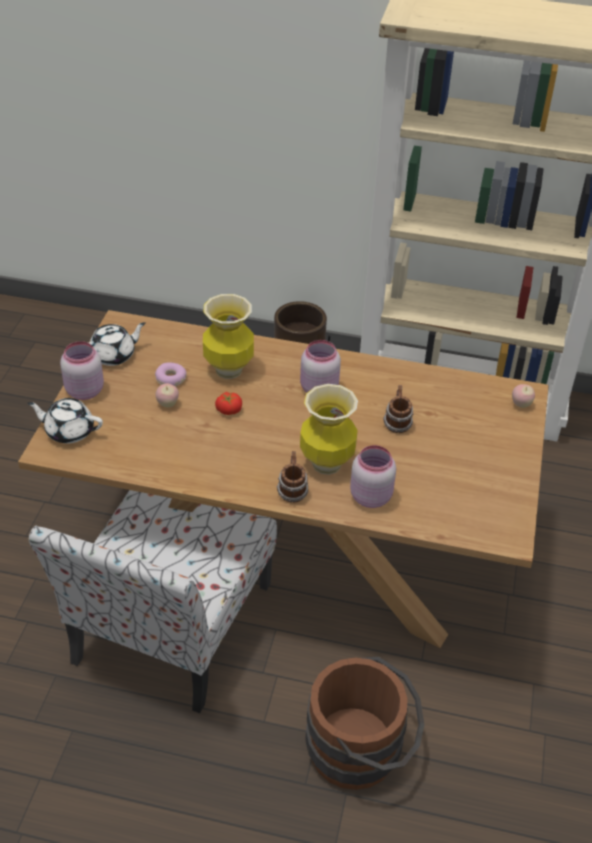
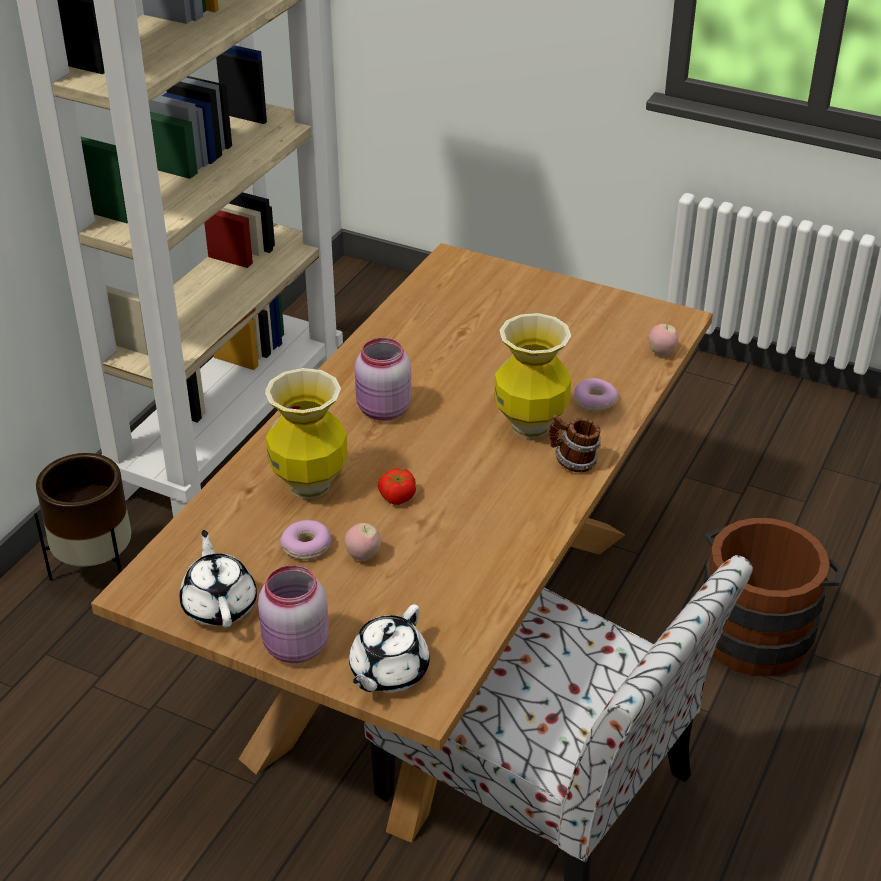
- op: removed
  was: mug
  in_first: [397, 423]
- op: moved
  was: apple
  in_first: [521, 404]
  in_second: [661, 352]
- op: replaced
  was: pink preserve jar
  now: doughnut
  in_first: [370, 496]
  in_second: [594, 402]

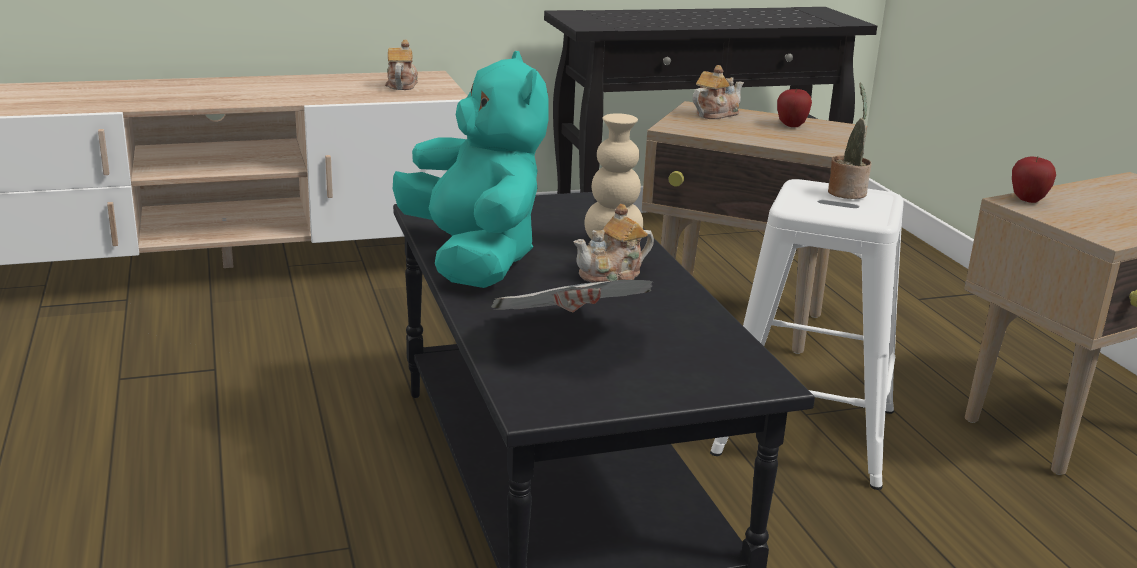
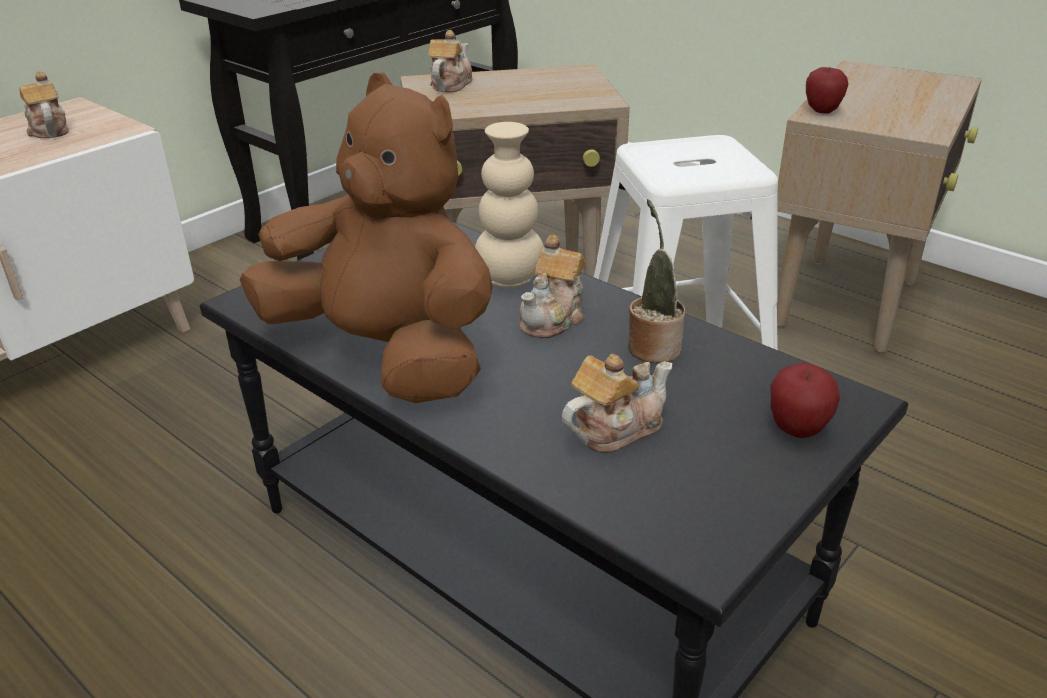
- op: moved
  was: apple
  in_first: [791, 125]
  in_second: [797, 430]
- op: moved
  was: potted plant
  in_first: [847, 192]
  in_second: [652, 346]
- op: replaced
  was: daily paper
  now: tea pot
  in_first: [568, 337]
  in_second: [615, 428]
- op: recoloured
  was: turquoise-coloured soft toy
  now: brown soft toy
  in_first: [474, 259]
  in_second: [387, 354]

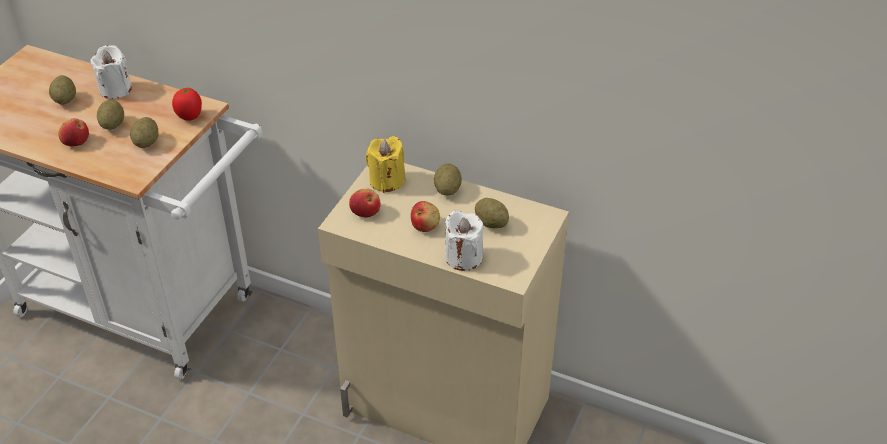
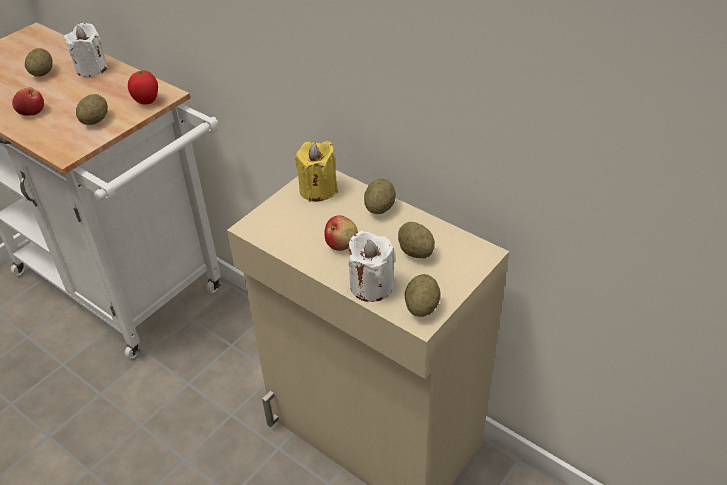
- op: removed
  was: apple
  in_first: [365, 211]
- op: moved
  was: whole potato
  in_first: [113, 125]
  in_second: [421, 307]

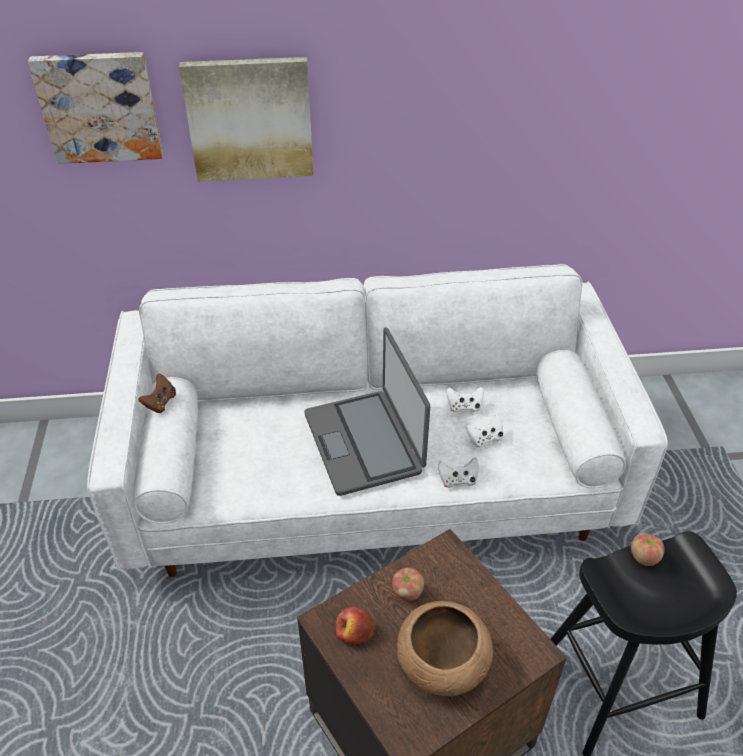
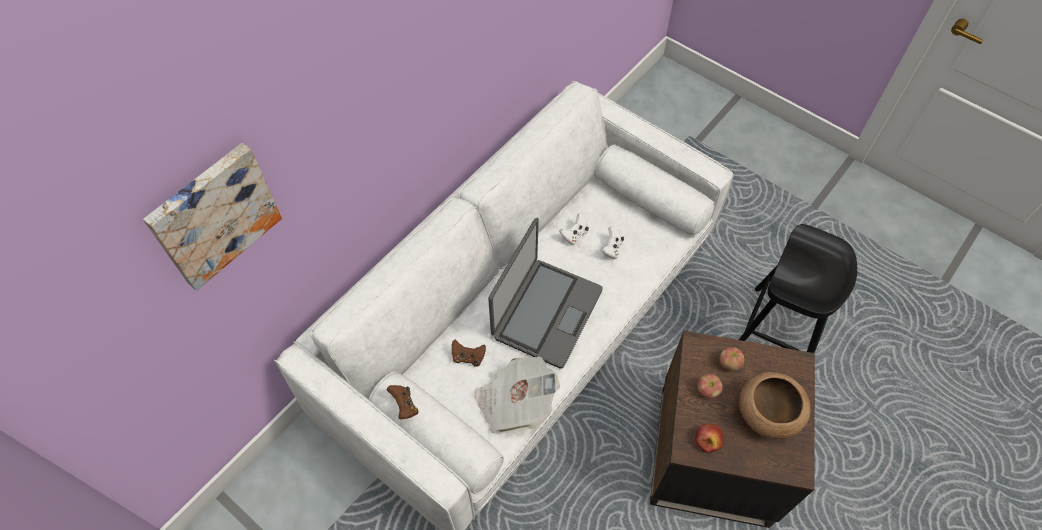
- op: removed
  was: wall art
  in_first: [250, 119]
- op: removed
  was: whitish gamepad
  in_first: [458, 480]
- op: added
  now: brown gamepad
  in_second: [468, 357]
- op: added
  now: daily paper
  in_second: [515, 403]
- op: moved
  was: apple
  in_first: [643, 557]
  in_second: [729, 364]
- op: turned
  was: laptop
  in_first: [364, 442]
  in_second: [546, 313]
  clockwise: -90

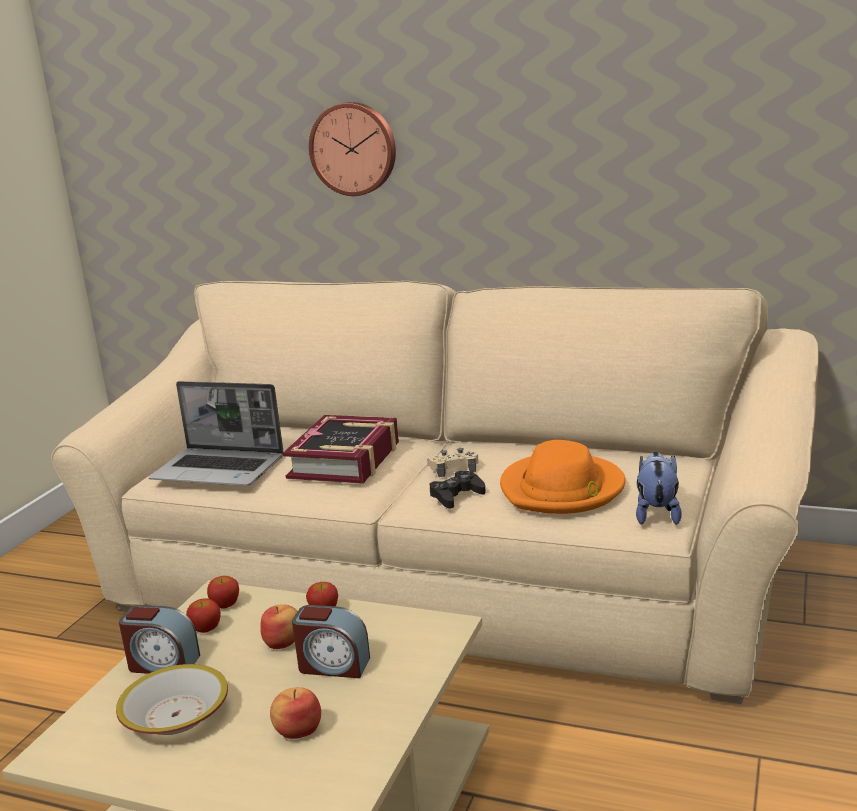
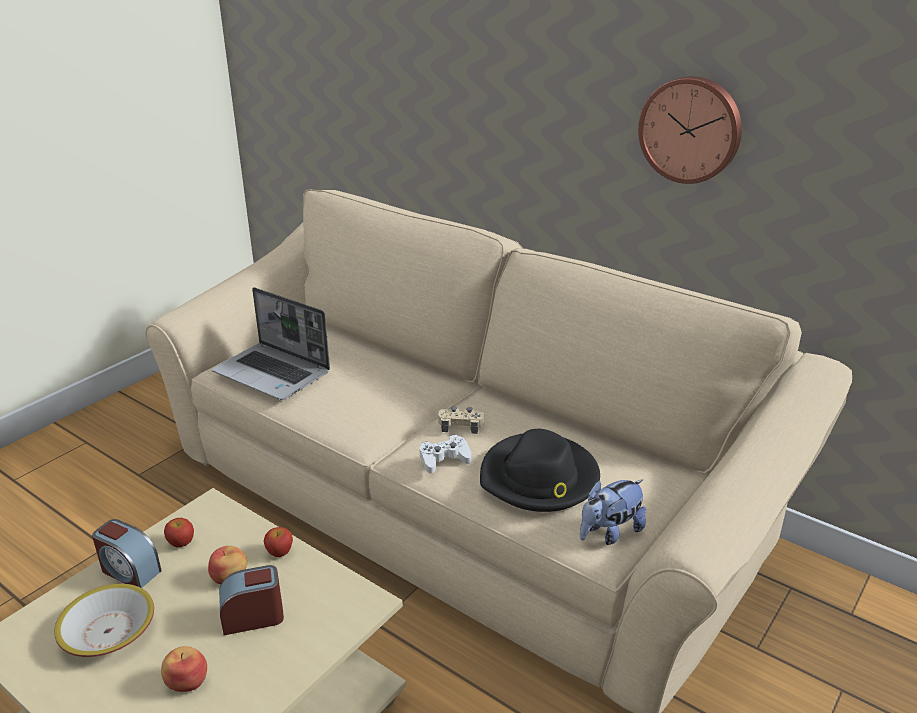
- op: removed
  was: apple
  in_first: [225, 605]
- op: removed
  was: volume
  in_first: [345, 460]
- op: moved
  was: hanging clock
  in_first: [354, 148]
  in_second: [691, 129]
- op: recoloured
  was: blackish gamepad
  now: whitish gamepad
  in_first: [456, 496]
  in_second: [444, 459]
- op: recoloured
  was: orangey clothing hat
  now: blackish clothing hat
  in_first: [562, 489]
  in_second: [539, 478]
- op: turned
  was: alarm clock
  in_first: [333, 665]
  in_second: [253, 617]
  clockwise: 135
- op: turned
  was: soft toy
  in_first: [657, 513]
  in_second: [609, 532]
  clockwise: -150

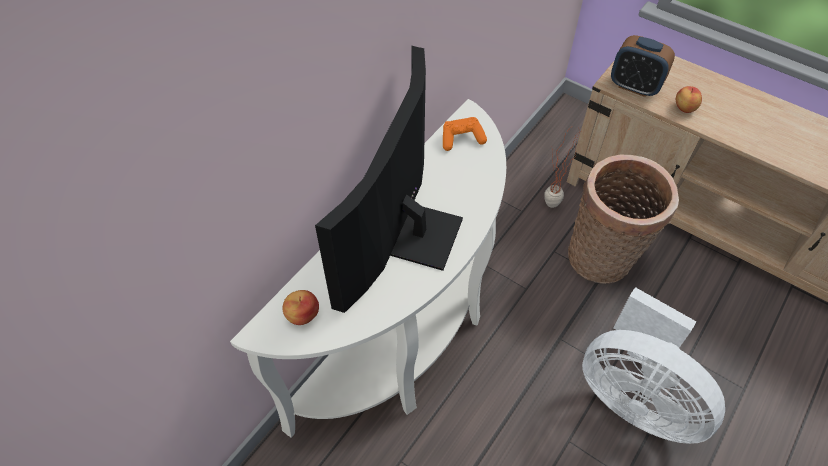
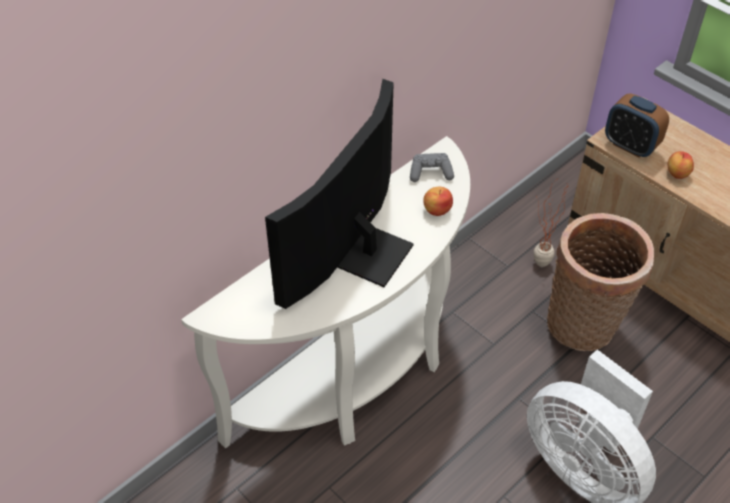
- op: moved
  was: apple
  in_first: [302, 314]
  in_second: [437, 209]
- op: recoloured
  was: orangey gamepad
  now: greyish gamepad
  in_first: [461, 139]
  in_second: [430, 173]

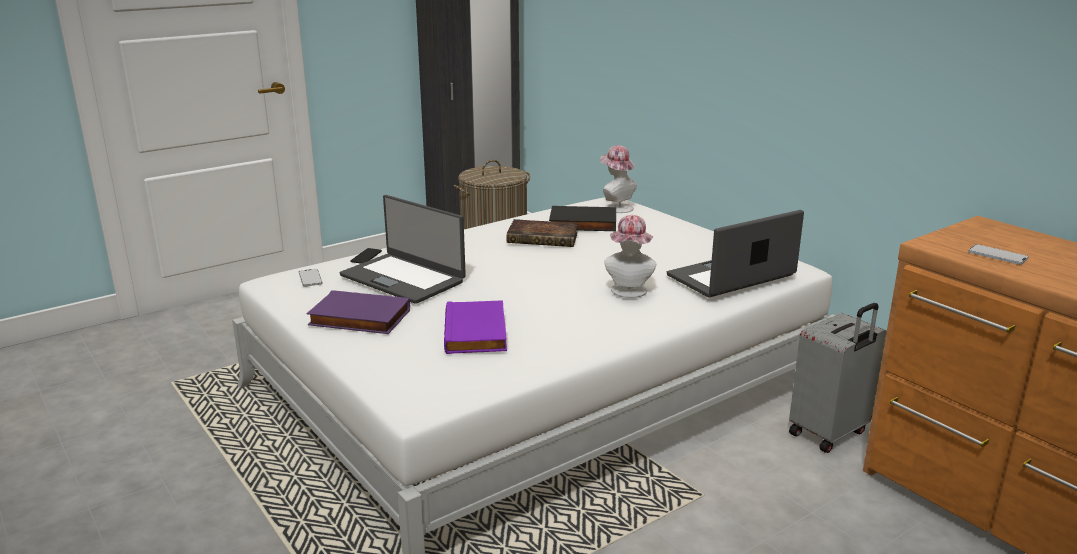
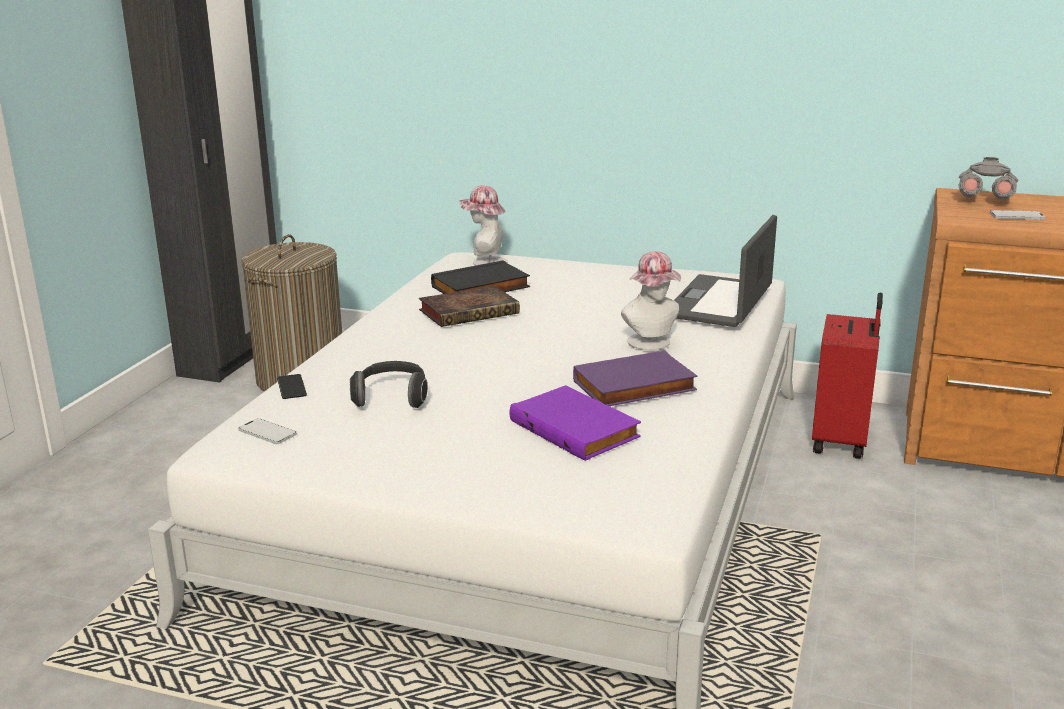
- op: added
  now: greyish binoculars
  in_second: [983, 201]
- op: moved
  was: purple volume
  in_first: [358, 319]
  in_second: [634, 387]
- op: replaced
  was: laptop
  now: pair of headphones
  in_first: [403, 278]
  in_second: [392, 397]
- op: recoloured
  was: greyish suitcase
  now: red-coloured suitcase
  in_first: [829, 433]
  in_second: [841, 441]

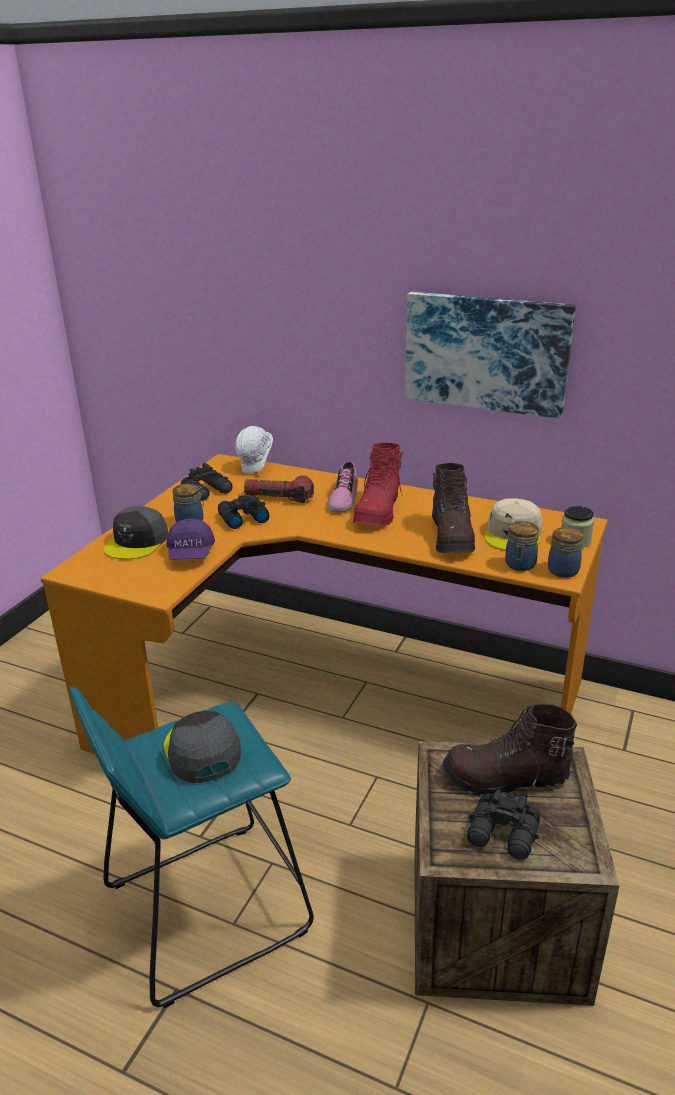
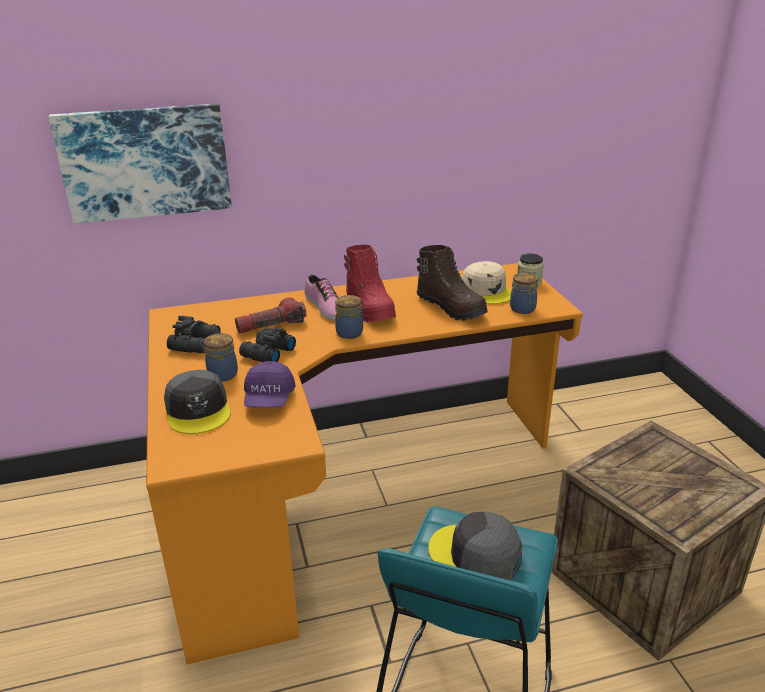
- op: removed
  was: whitish hard hat
  in_first: [257, 468]
- op: removed
  was: brown boot
  in_first: [505, 779]
- op: removed
  was: blackish binoculars
  in_first: [504, 835]
- op: moved
  was: wall art
  in_first: [486, 352]
  in_second: [145, 162]
- op: moved
  was: preserve jar
  in_first: [563, 570]
  in_second: [349, 332]
- op: turned
  was: purple baseball cap
  in_first: [191, 554]
  in_second: [269, 399]
  clockwise: 45

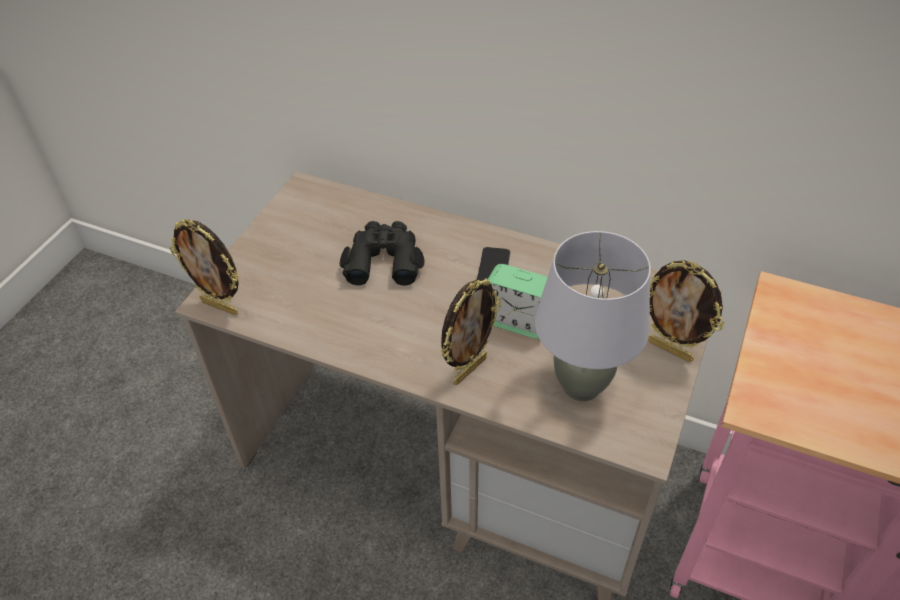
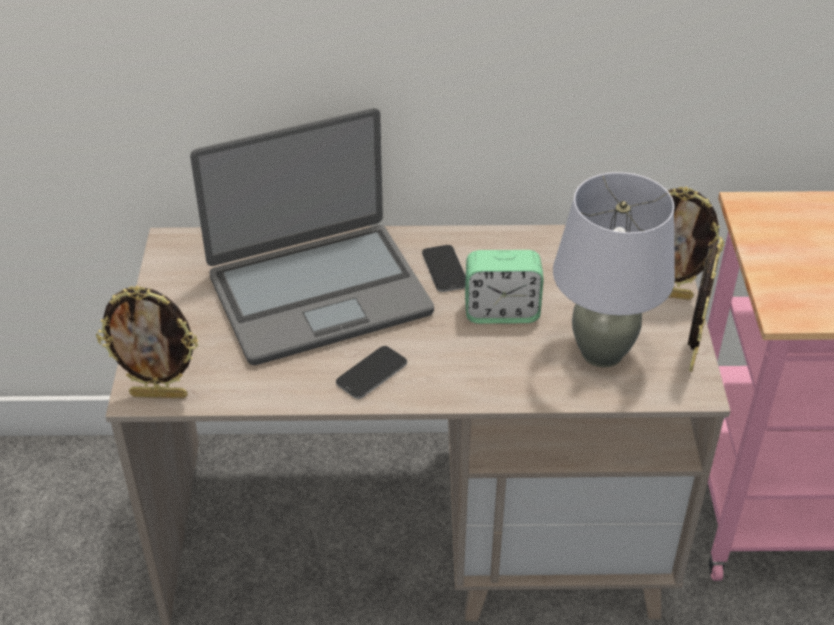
- op: added
  now: handset
  in_second: [371, 373]
- op: moved
  was: standing frame
  in_first: [469, 369]
  in_second: [692, 353]
- op: replaced
  was: blackish binoculars
  now: laptop
  in_first: [383, 259]
  in_second: [318, 293]

